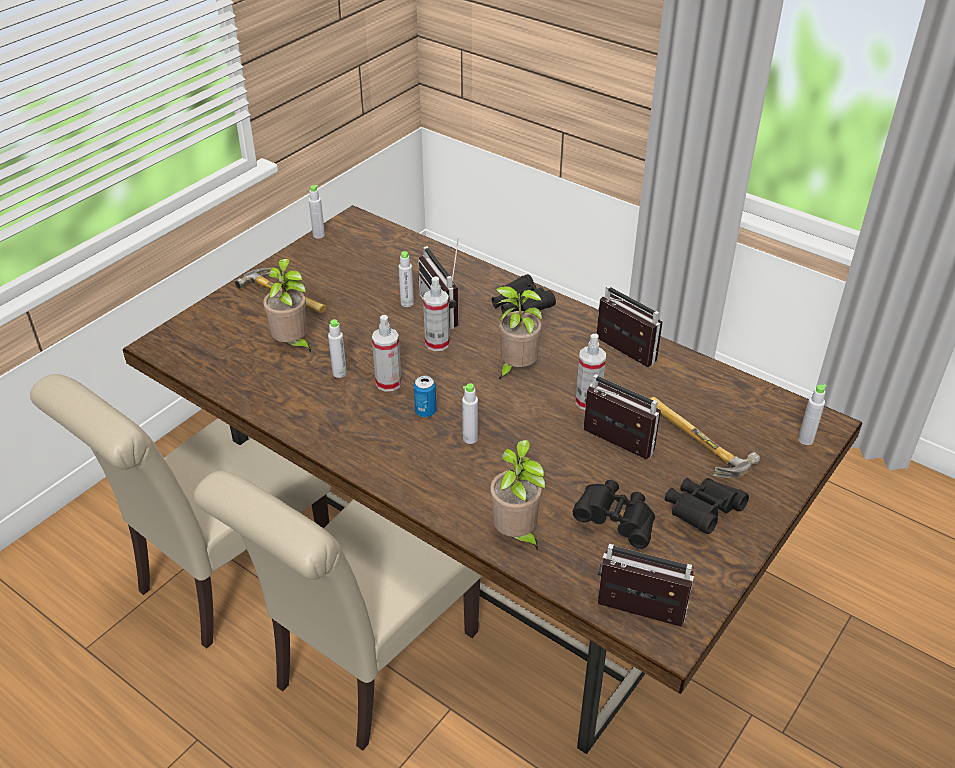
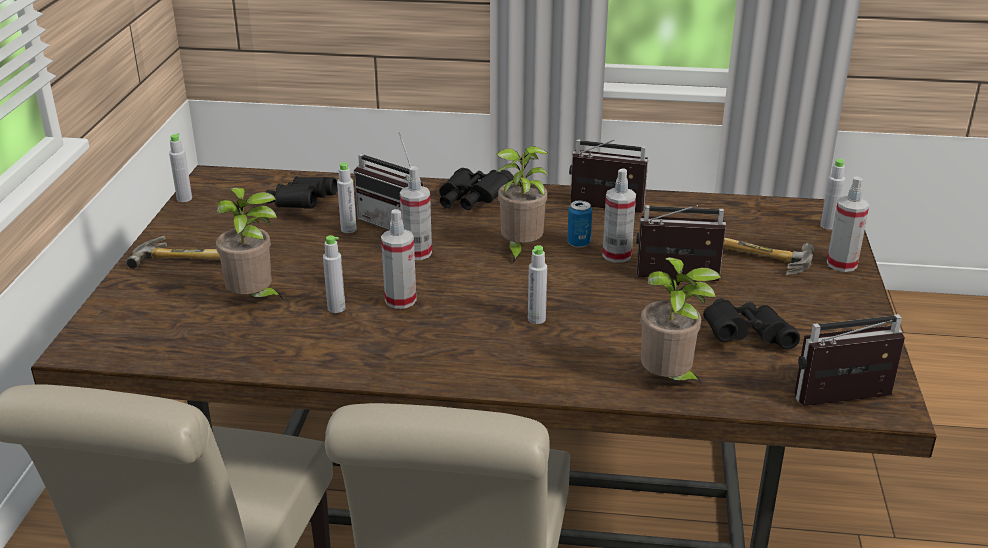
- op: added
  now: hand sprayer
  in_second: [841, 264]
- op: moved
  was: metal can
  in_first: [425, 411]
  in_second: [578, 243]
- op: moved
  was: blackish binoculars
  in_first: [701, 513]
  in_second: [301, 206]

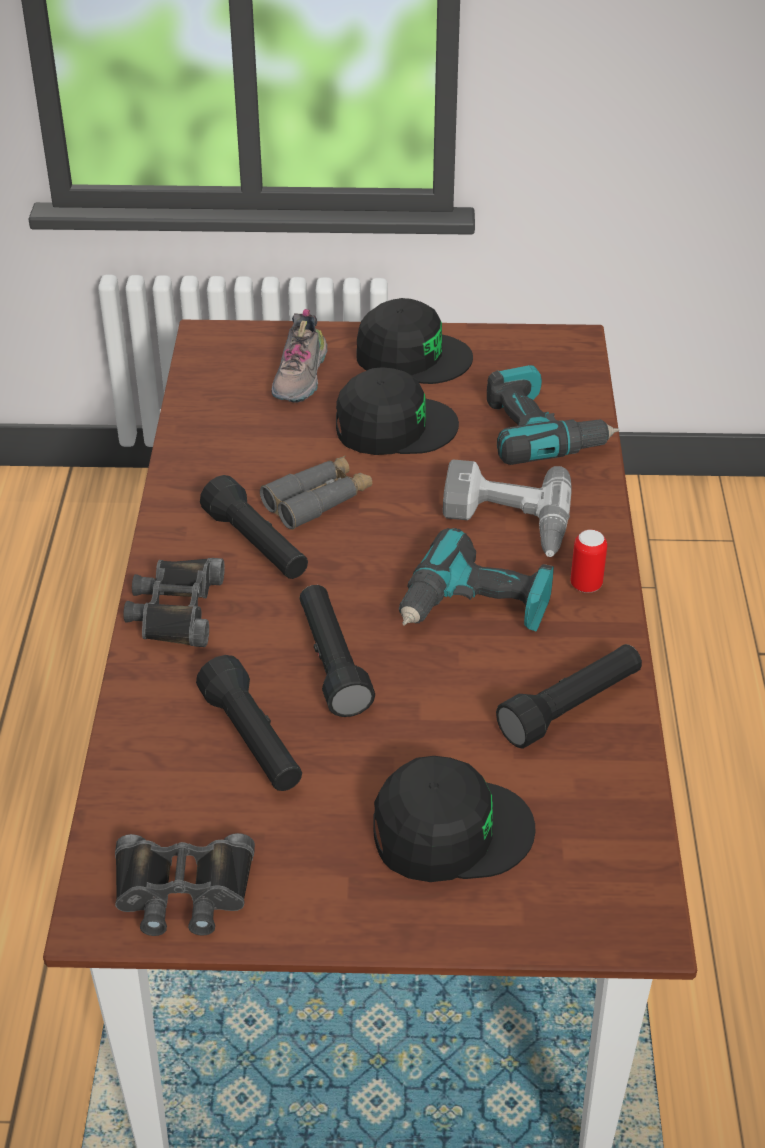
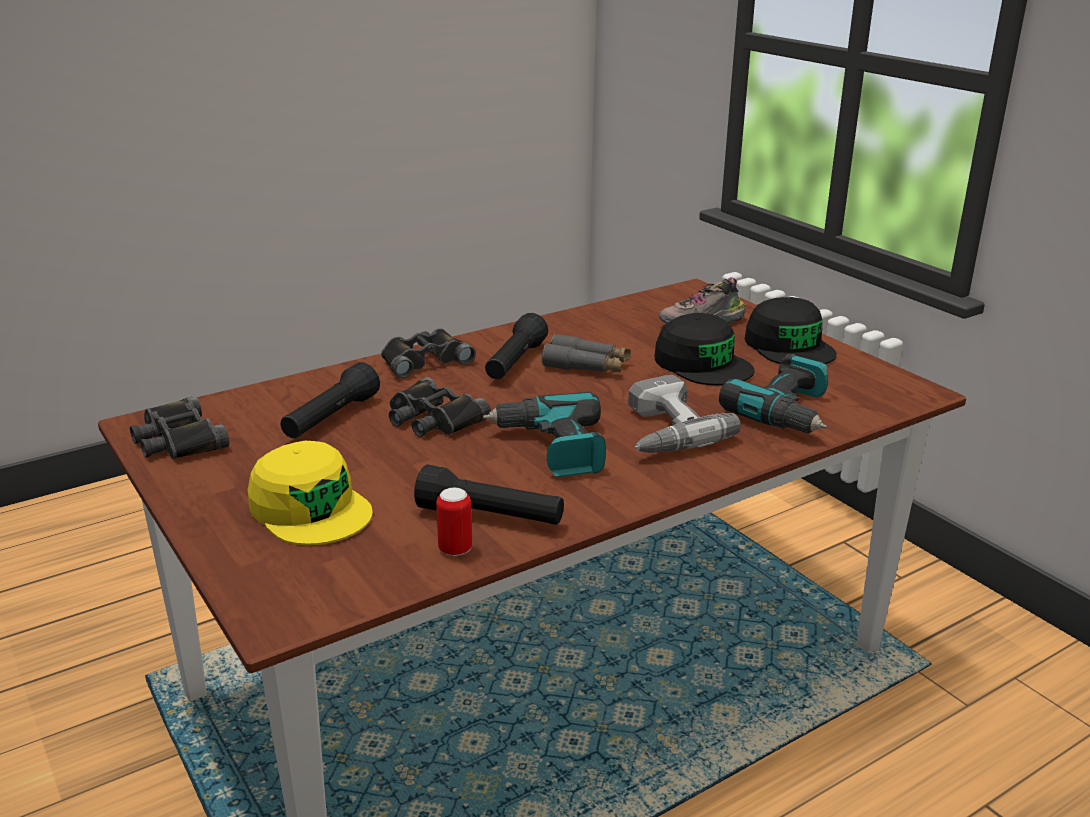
- op: moved
  was: metal can
  in_first: [586, 585]
  in_second: [455, 549]
- op: replaced
  was: blackish torch
  now: blackish binoculars
  in_first: [332, 662]
  in_second: [433, 419]
- op: recoloured
  was: blackish baseball cap
  now: yellow-coloured baseball cap
  in_first: [450, 830]
  in_second: [310, 509]

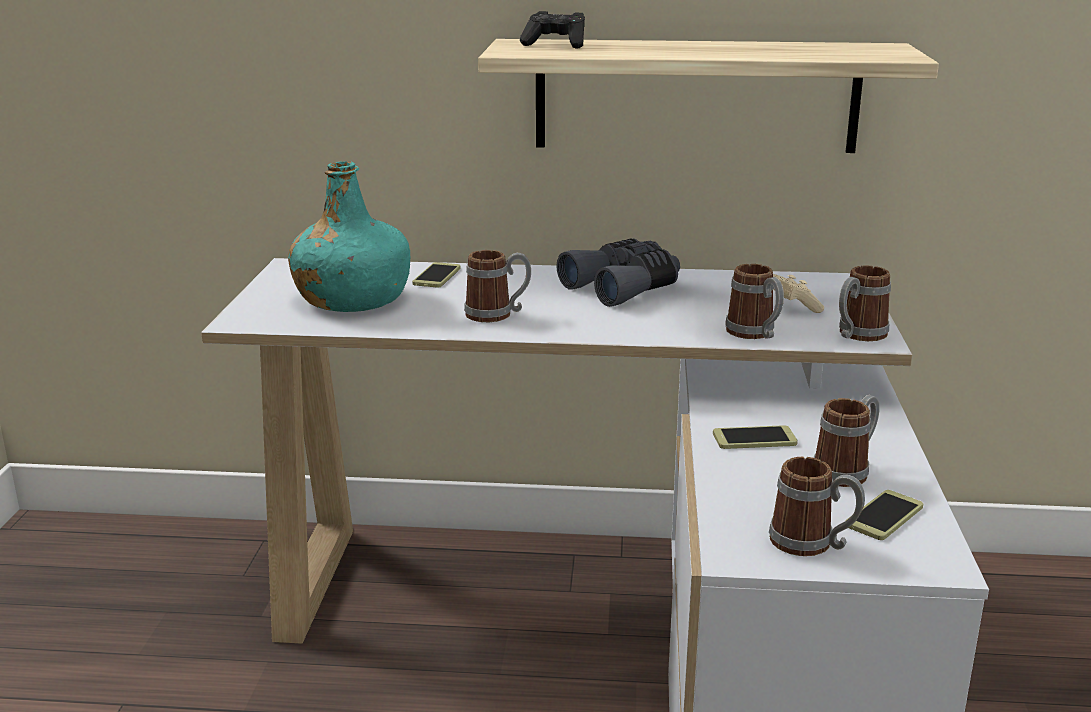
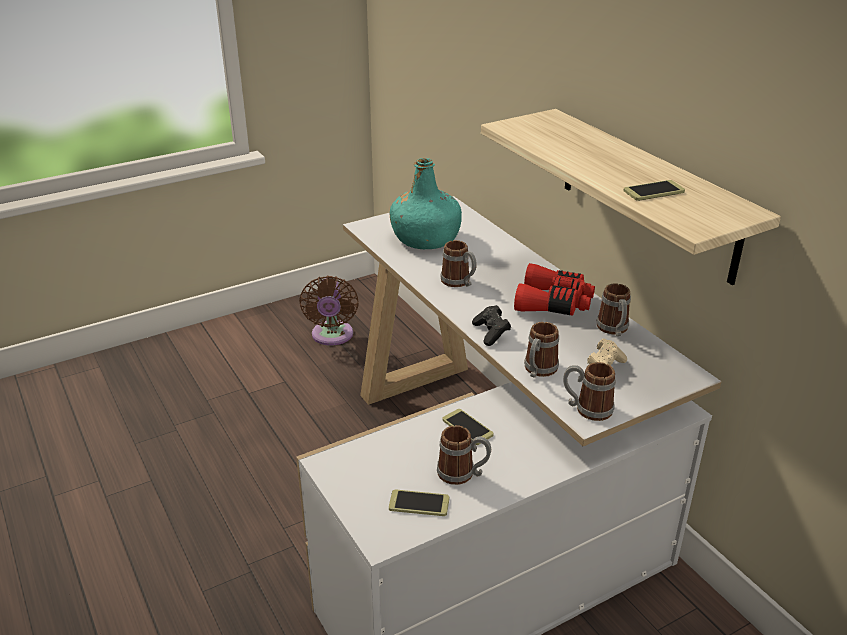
- op: added
  now: brown electric fan
  in_second: [332, 336]
- op: moved
  was: handset
  in_first: [436, 276]
  in_second: [653, 191]
- op: moved
  was: blackish gamepad
  in_first: [556, 45]
  in_second: [491, 333]
- op: moved
  was: mug
  in_first: [812, 544]
  in_second: [614, 330]
- op: recoloured
  was: greyish binoculars
  now: red-coloured binoculars
  in_first: [624, 287]
  in_second: [554, 303]

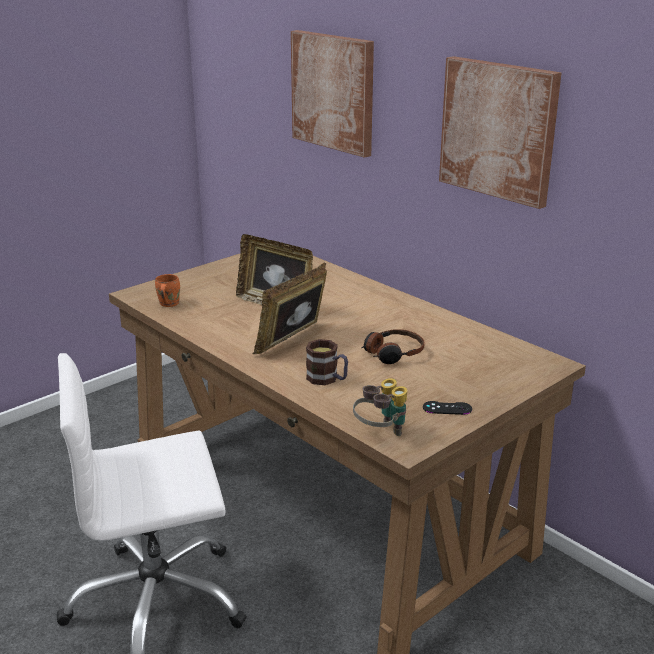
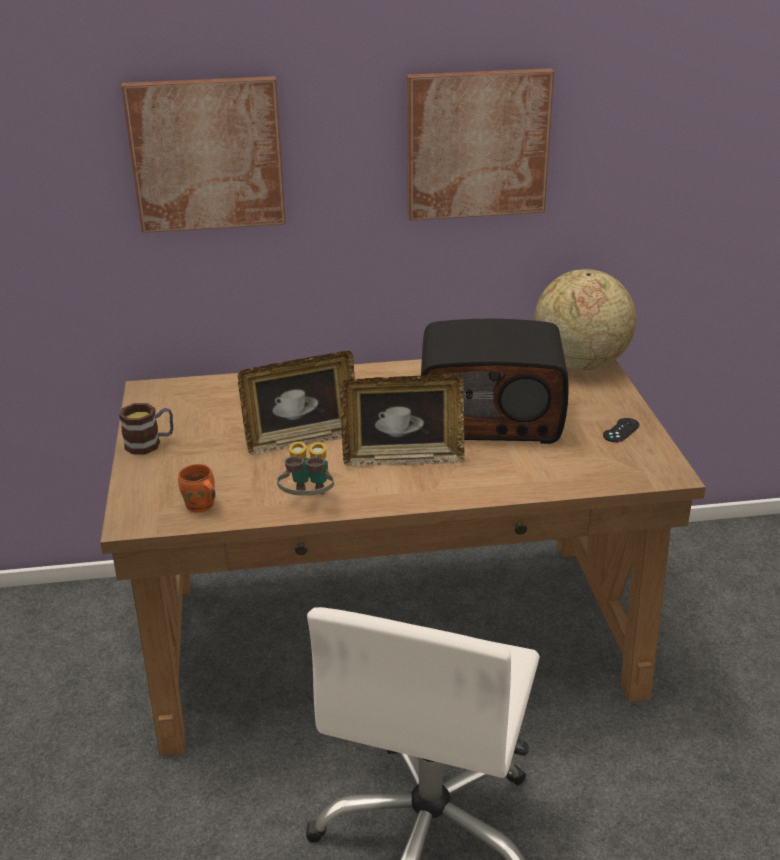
- op: added
  now: globe
  in_second: [580, 363]
- op: moved
  was: mug
  in_first: [327, 379]
  in_second: [150, 444]
- op: moved
  was: binoculars
  in_first: [381, 433]
  in_second: [308, 501]
- op: replaced
  was: pair of headphones
  now: radio
  in_first: [392, 353]
  in_second: [491, 417]
- op: turned
  was: standing frame
  in_first: [293, 341]
  in_second: [403, 459]
  clockwise: -75

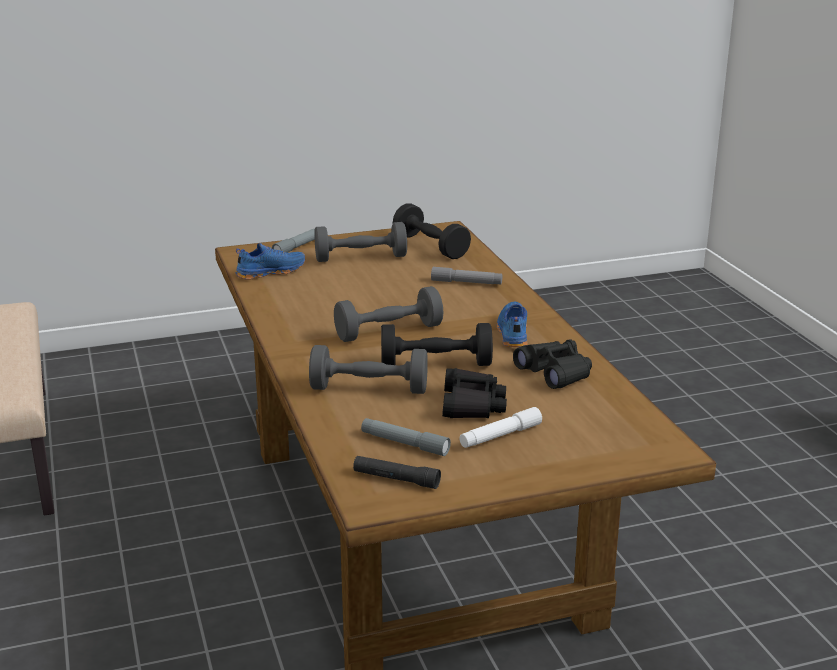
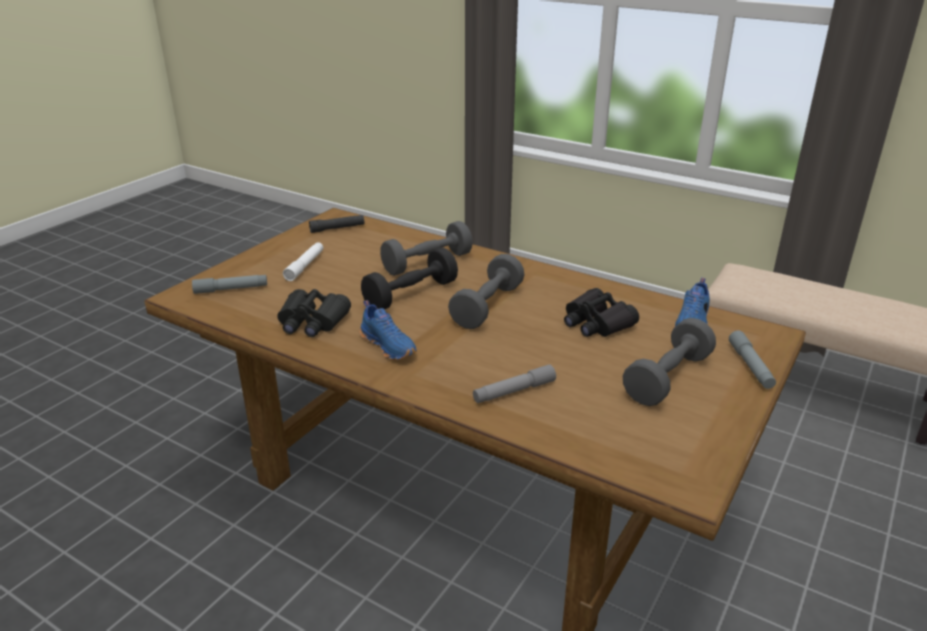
- op: removed
  was: blackish dumbbell
  in_first: [430, 246]
- op: moved
  was: greyish torch
  in_first: [404, 443]
  in_second: [231, 289]
- op: moved
  was: blackish binoculars
  in_first: [472, 405]
  in_second: [596, 323]

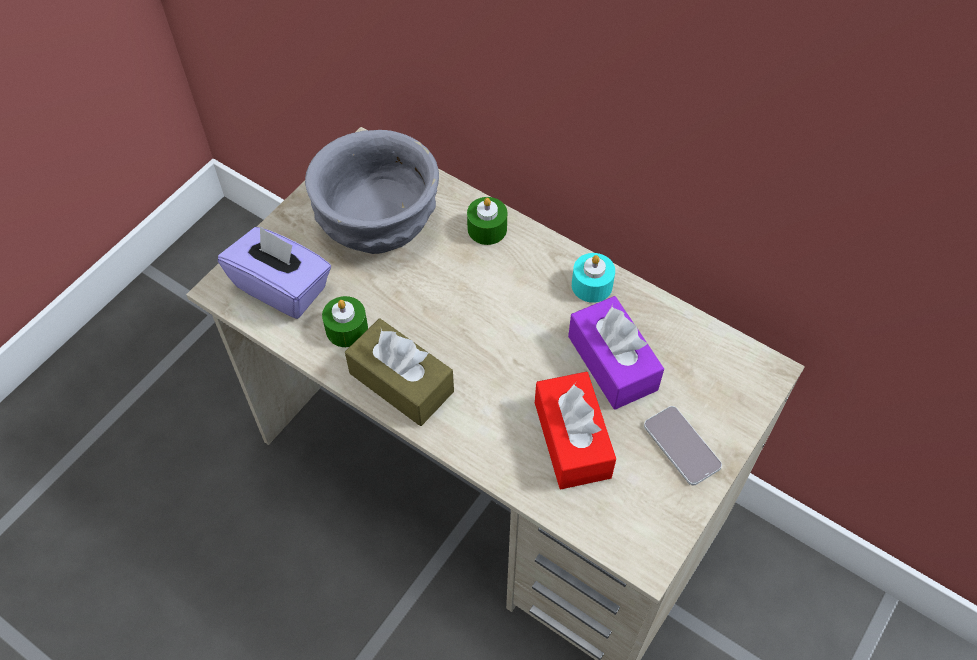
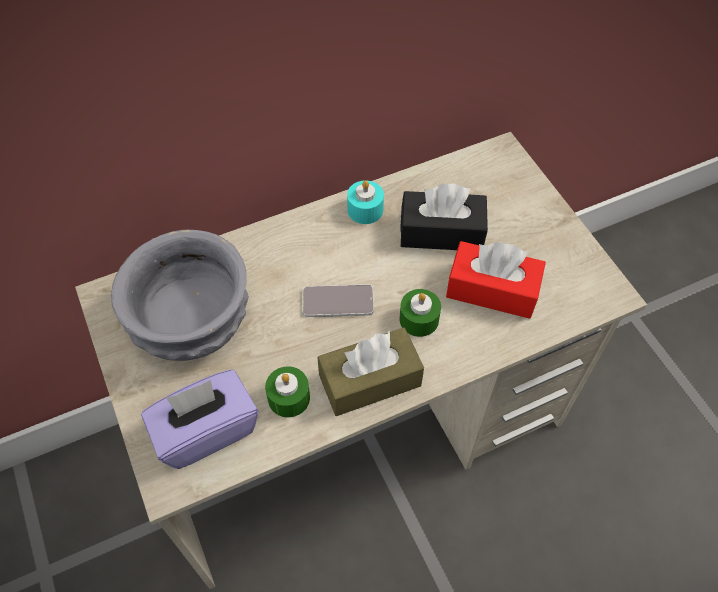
- op: moved
  was: greenish wax light
  in_first: [487, 229]
  in_second: [419, 319]
- op: moved
  was: handset
  in_first: [682, 446]
  in_second: [338, 301]
- op: recoloured
  was: purple tissue holder
  now: blackish tissue holder
  in_first: [612, 363]
  in_second: [441, 232]

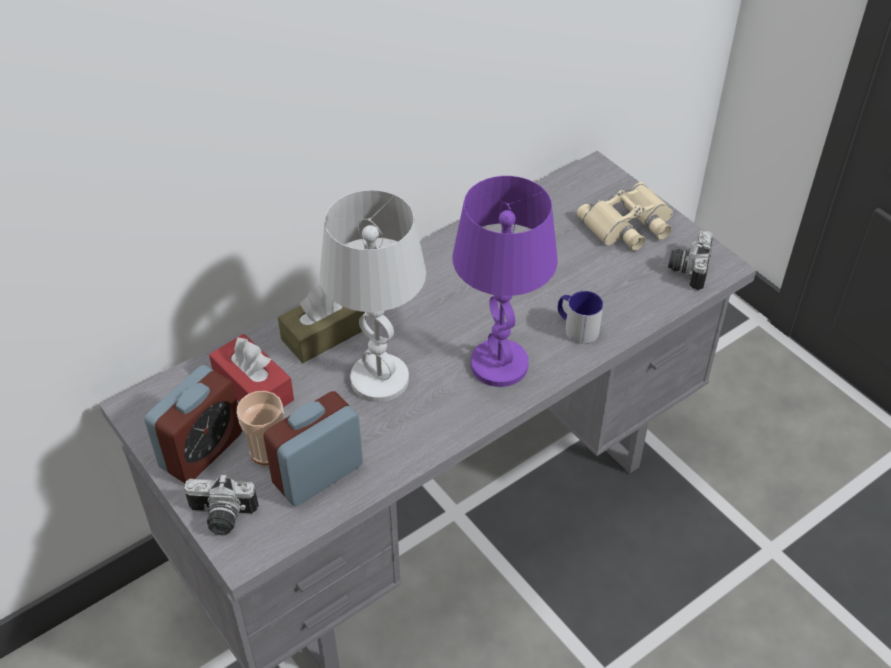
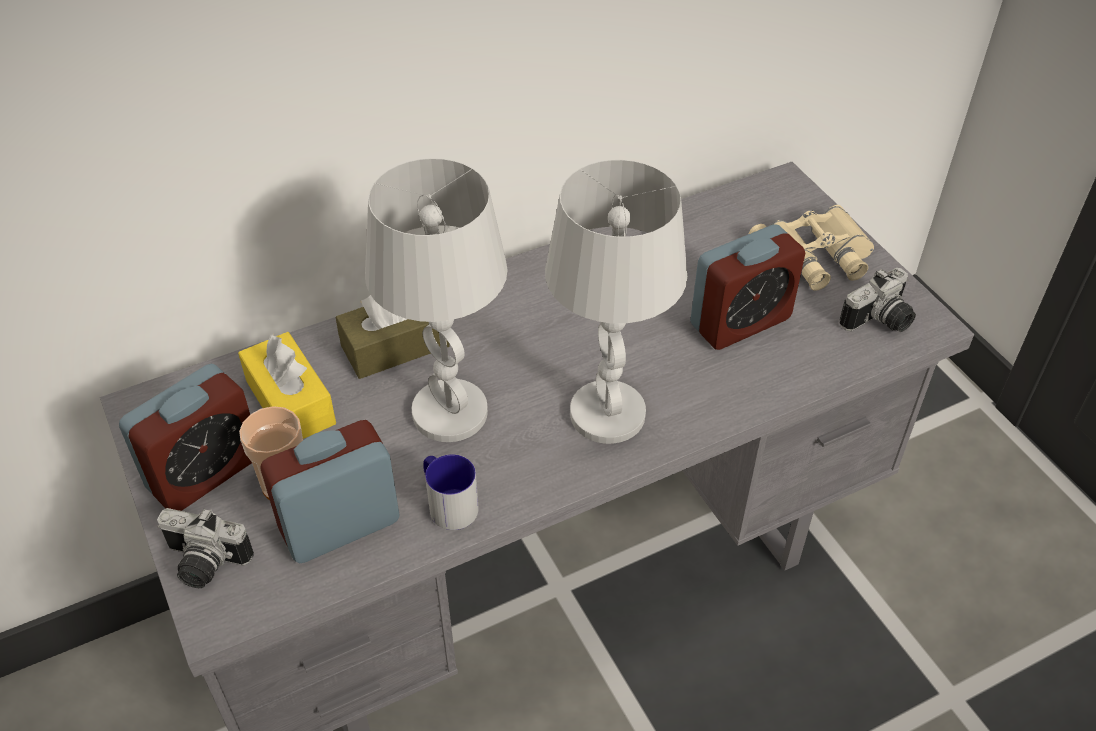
- op: added
  now: alarm clock
  in_second: [740, 322]
- op: moved
  was: mug
  in_first: [576, 328]
  in_second: [448, 503]
- op: recoloured
  was: red-coloured tissue holder
  now: yellow-coloured tissue holder
  in_first: [253, 388]
  in_second: [290, 402]
- op: recoloured
  was: purple lamp for a table
  now: whitish lamp for a table
  in_first: [500, 365]
  in_second: [608, 414]
- op: turned
  was: photo camera
  in_first: [687, 269]
  in_second: [880, 322]
  clockwise: -150

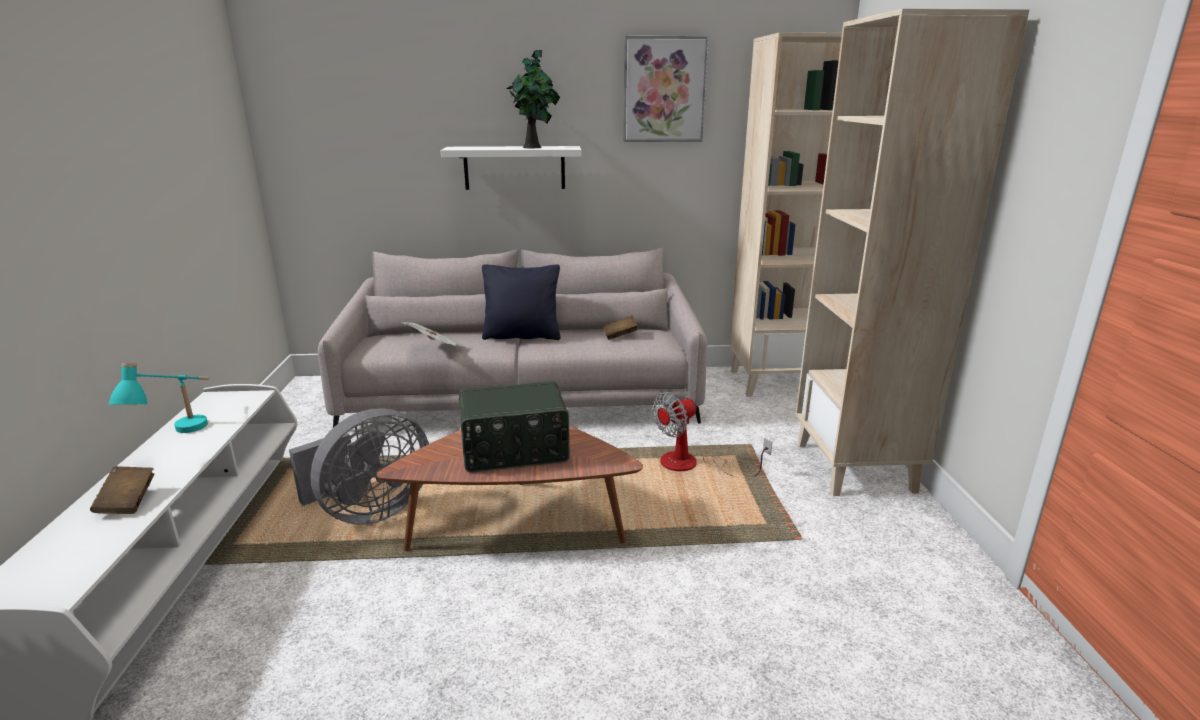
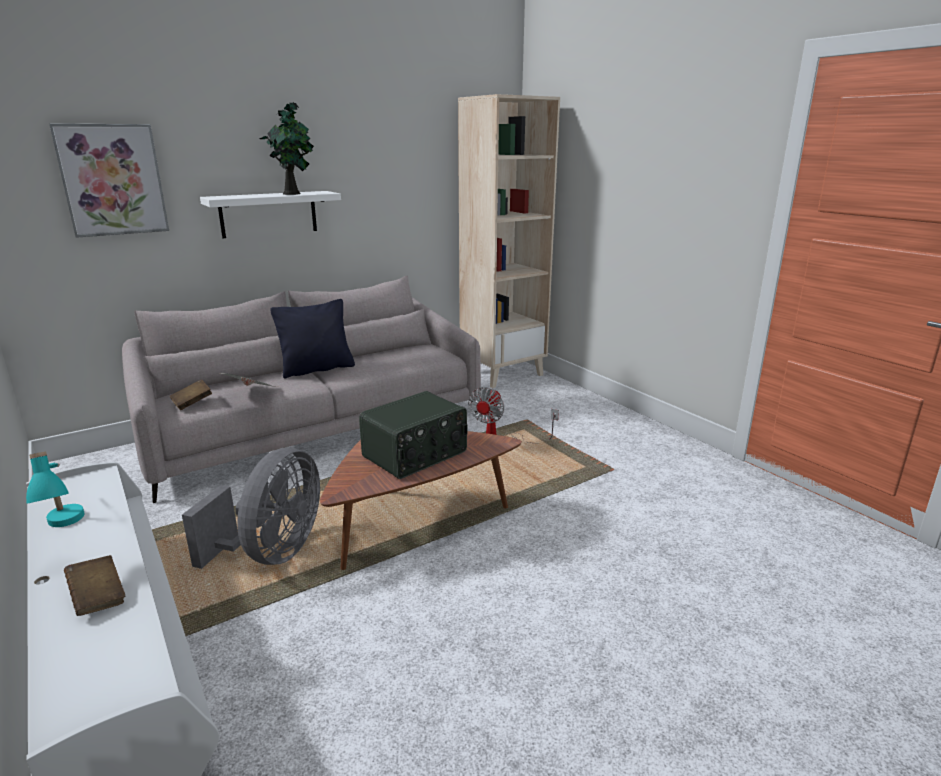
- op: removed
  was: beige bookcase
  in_first: [855, 467]
- op: moved
  was: brown volume
  in_first: [620, 336]
  in_second: [192, 403]
- op: moved
  was: wall art
  in_first: [664, 90]
  in_second: [112, 180]

